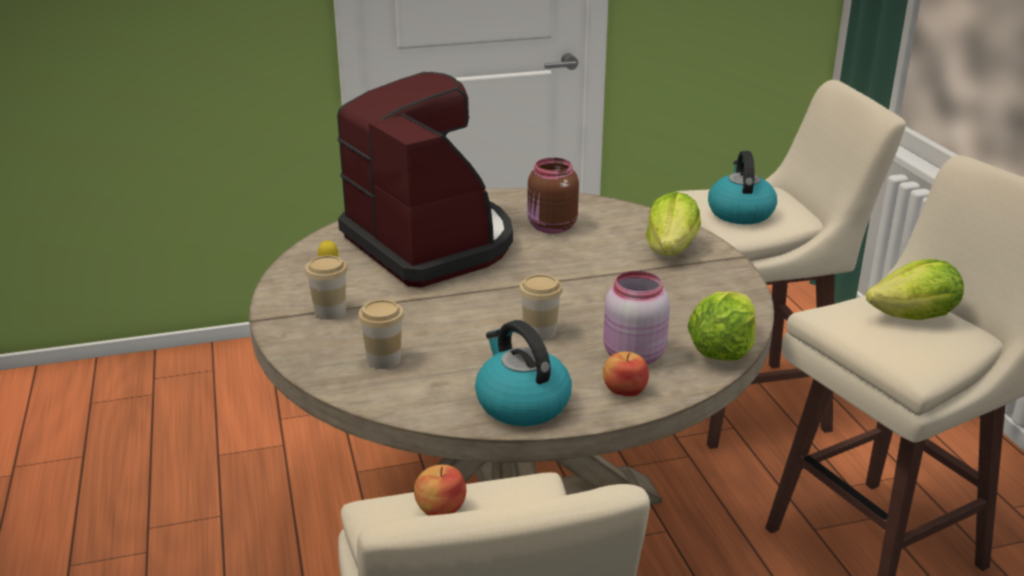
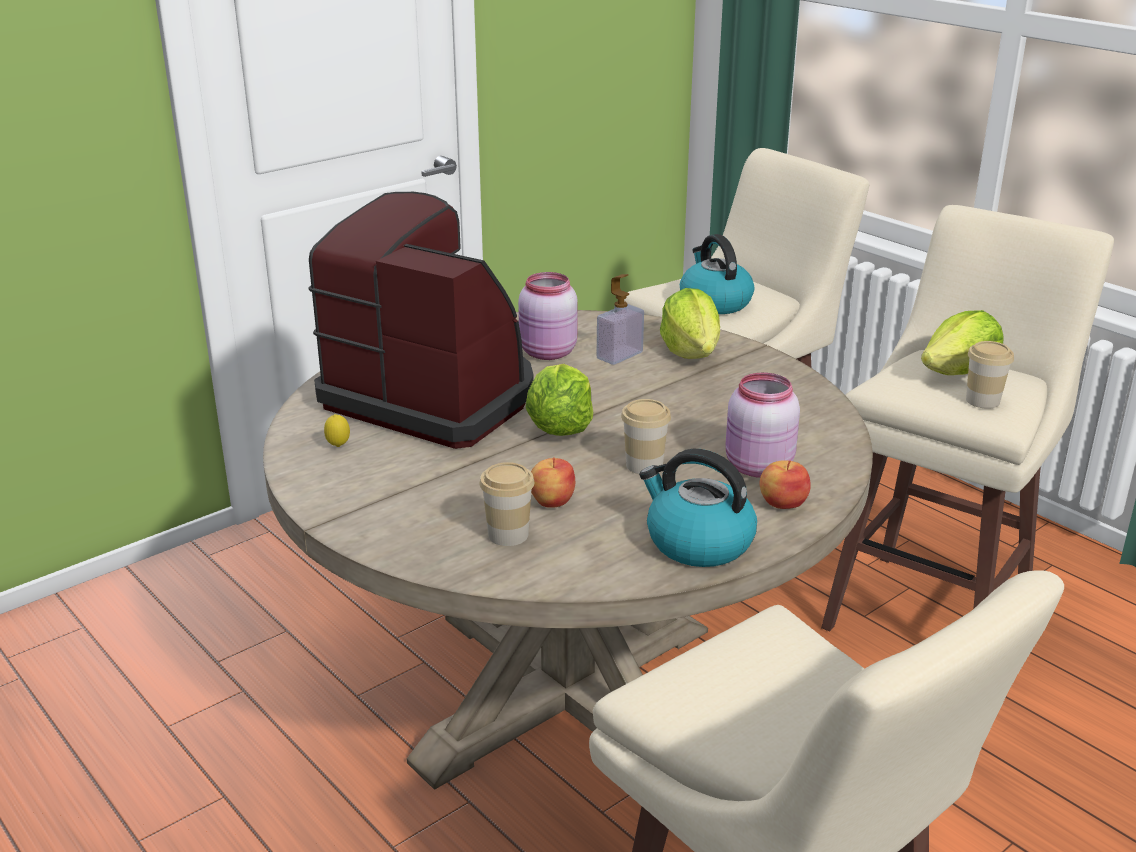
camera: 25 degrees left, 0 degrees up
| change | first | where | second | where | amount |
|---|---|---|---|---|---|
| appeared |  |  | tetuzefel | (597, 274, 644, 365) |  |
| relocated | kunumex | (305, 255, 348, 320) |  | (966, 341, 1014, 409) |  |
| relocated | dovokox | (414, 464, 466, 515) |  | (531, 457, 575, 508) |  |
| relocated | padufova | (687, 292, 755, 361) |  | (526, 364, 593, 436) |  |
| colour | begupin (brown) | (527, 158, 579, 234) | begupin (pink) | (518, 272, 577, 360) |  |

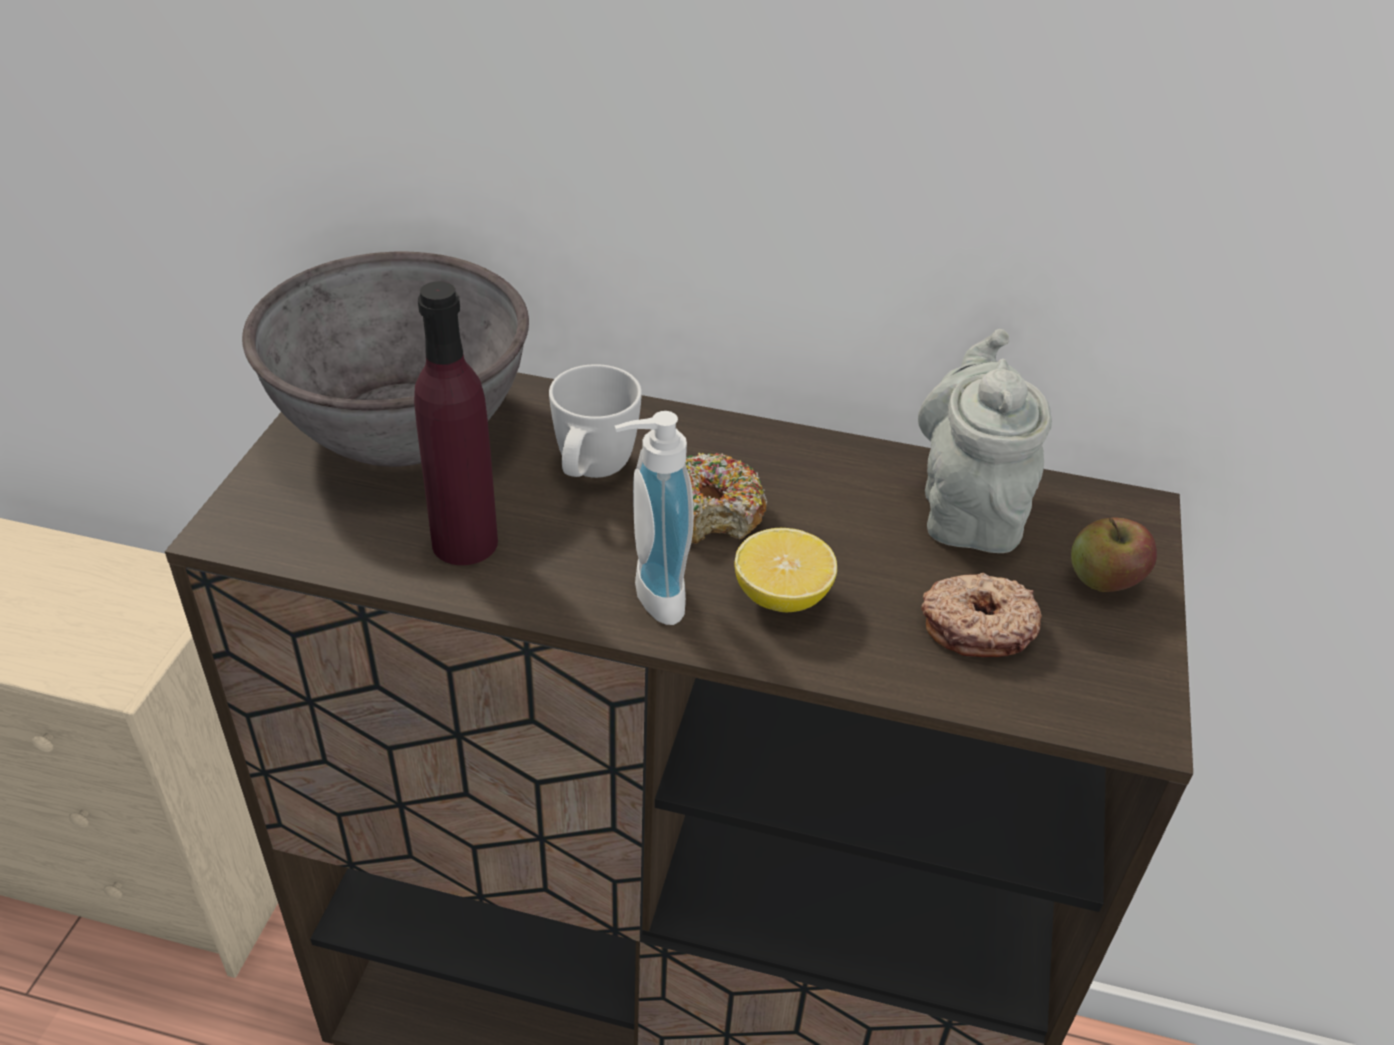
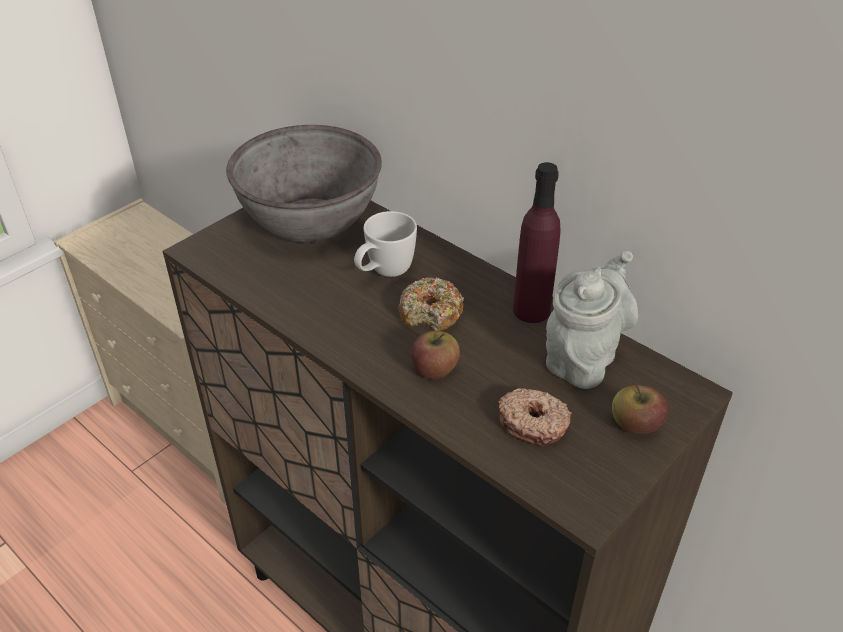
camera: 30 degrees right, 0 degrees up
| change | first | where | second | where | amount |
|---|---|---|---|---|---|
| missing | tetuzefel | (615, 411, 694, 625) |  |  |  |
| relocated | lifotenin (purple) | (414, 281, 498, 565) |  | (513, 162, 561, 323) |  |
| exchanged | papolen | (734, 528, 837, 612) | dovokox | (411, 331, 460, 379) |  |

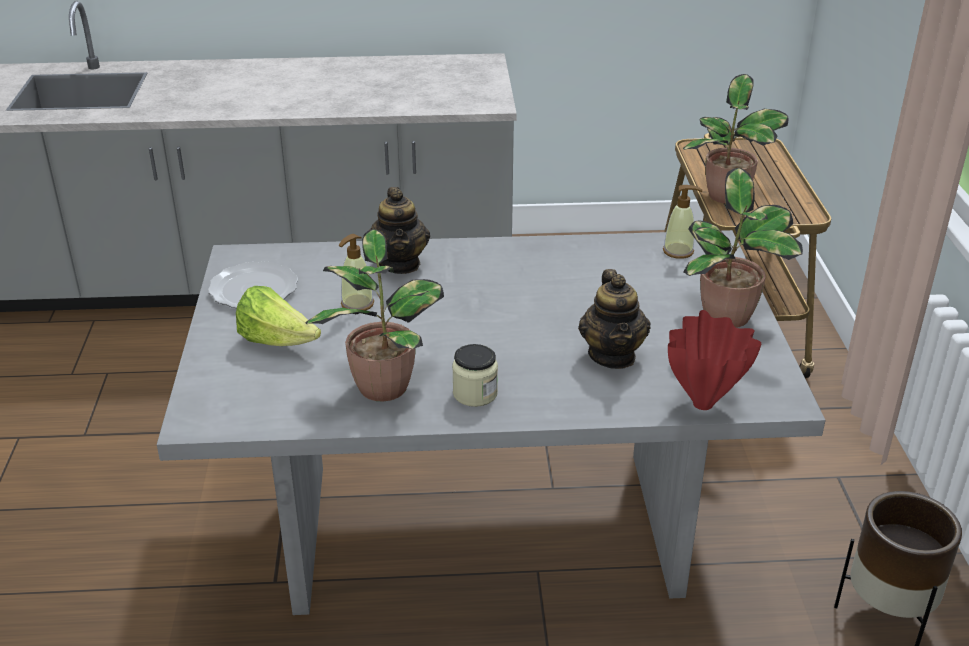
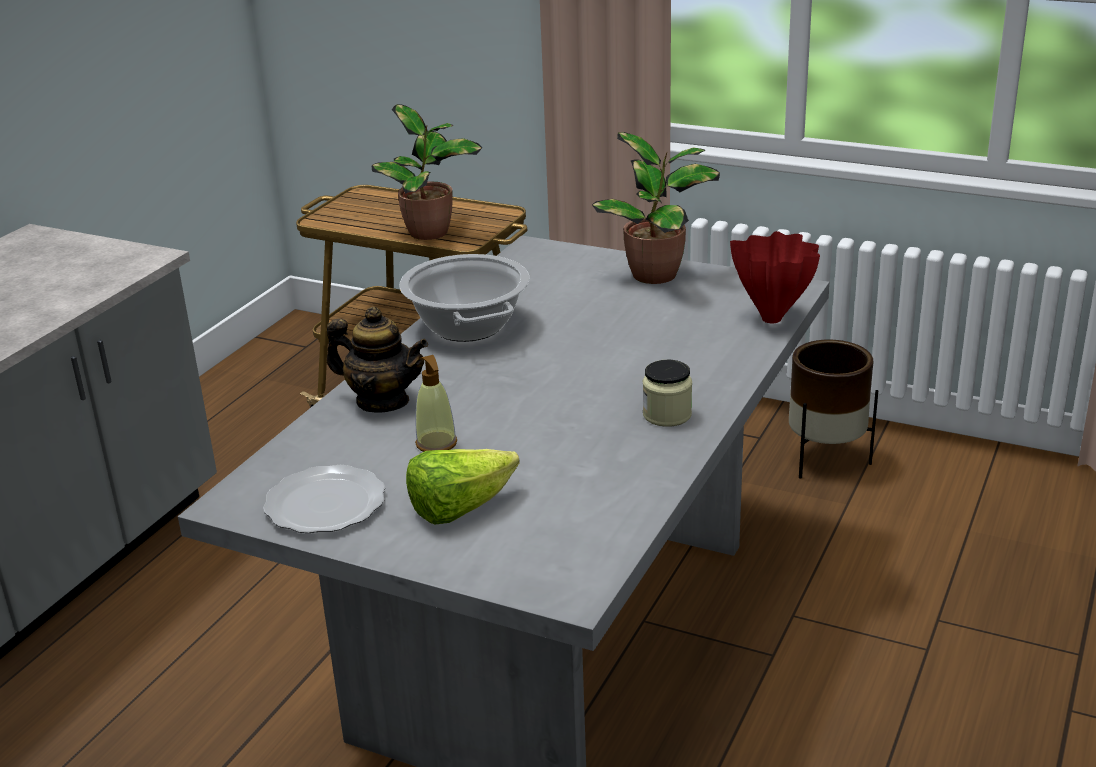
camera: 60 degrees left, 5 degrees down
| change | first | where | second | where | amount |
|---|---|---|---|---|---|
| missing | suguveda | (306, 229, 444, 402) |  |  |  |
| missing | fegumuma | (578, 269, 651, 369) |  |  |  |
| missing | tetuzefel | (663, 185, 702, 259) |  |  |  |
| appeared |  |  | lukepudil | (399, 254, 530, 342) |  |

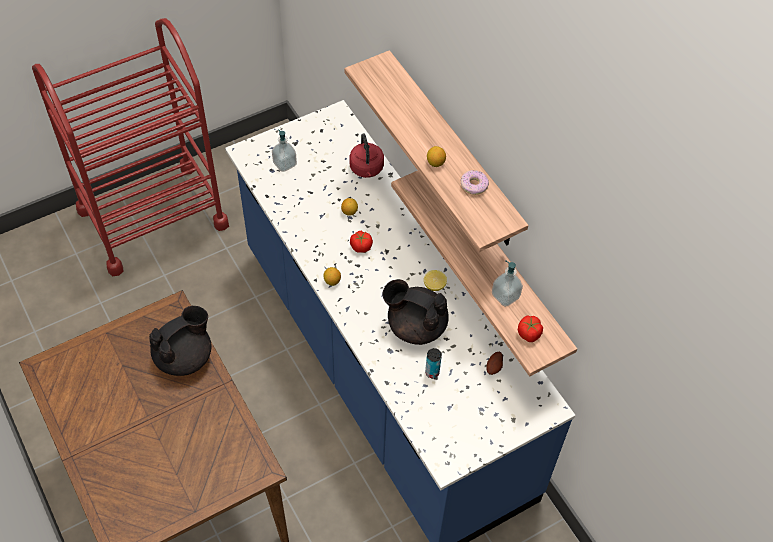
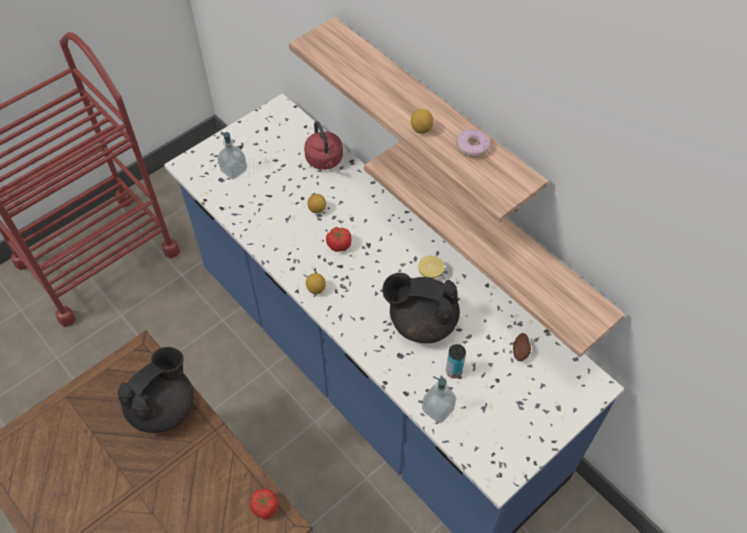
camera: 10 degrees left, 0 degrees up
| change | first | where | second | where | amount |
|---|---|---|---|---|---|
| relocated | tetuzefel | (492, 260, 523, 307) |  | (422, 376, 456, 423) |  |
| relocated | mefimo | (518, 316, 543, 342) |  | (250, 488, 279, 520) |  |

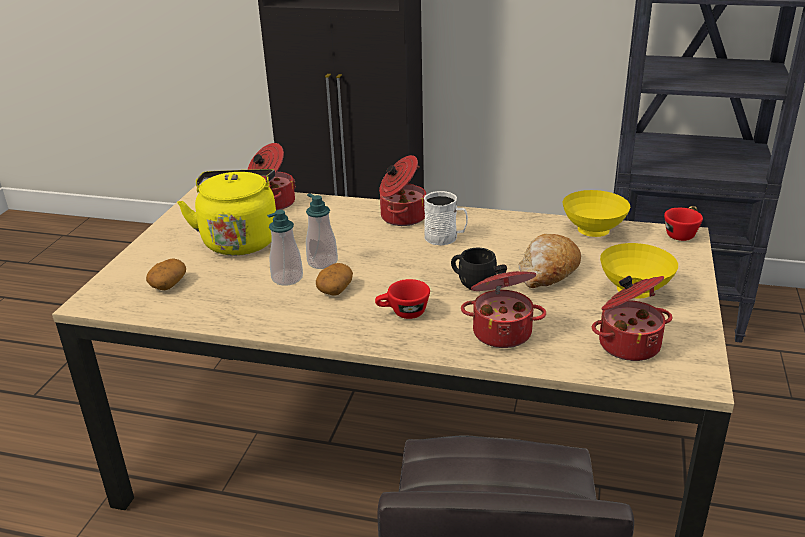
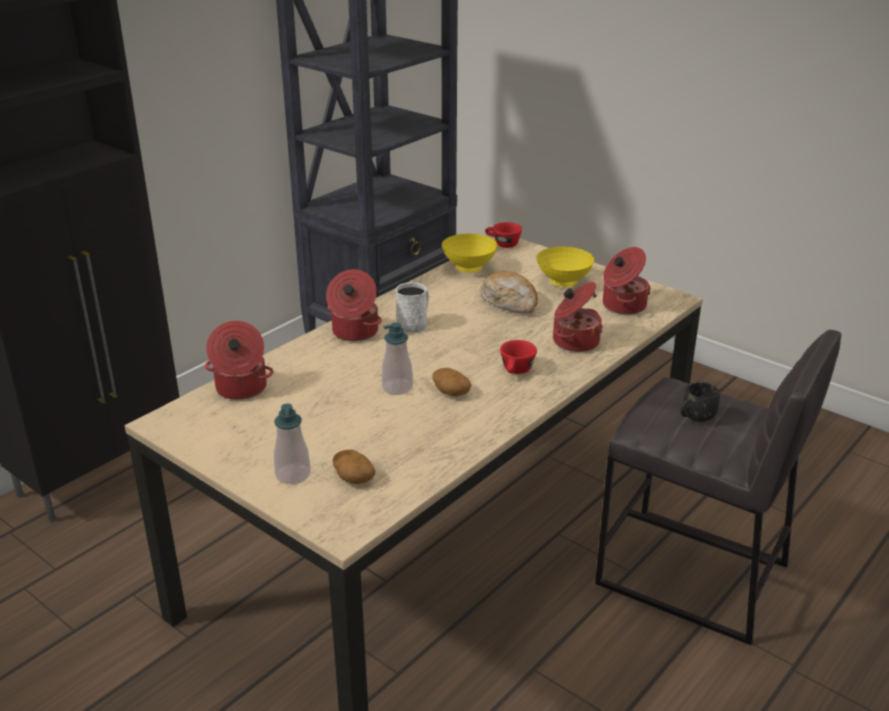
camera: 65 degrees left, 0 degrees up
| change | first | where | second | where | amount |
|---|---|---|---|---|---|
| missing | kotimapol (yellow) | (177, 169, 276, 256) |  |  |  |
| relocated | tetuzefel | (267, 210, 303, 286) |  | (274, 404, 311, 484) |  |
| relocated | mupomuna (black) | (451, 248, 497, 290) |  | (680, 382, 720, 422) |  |

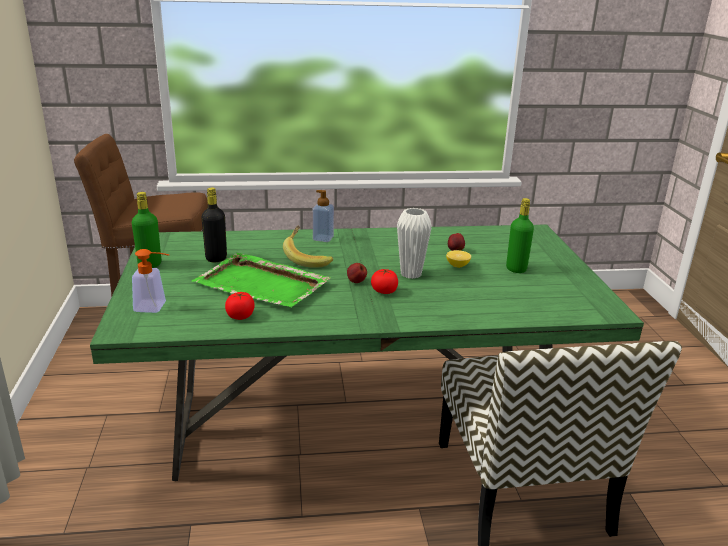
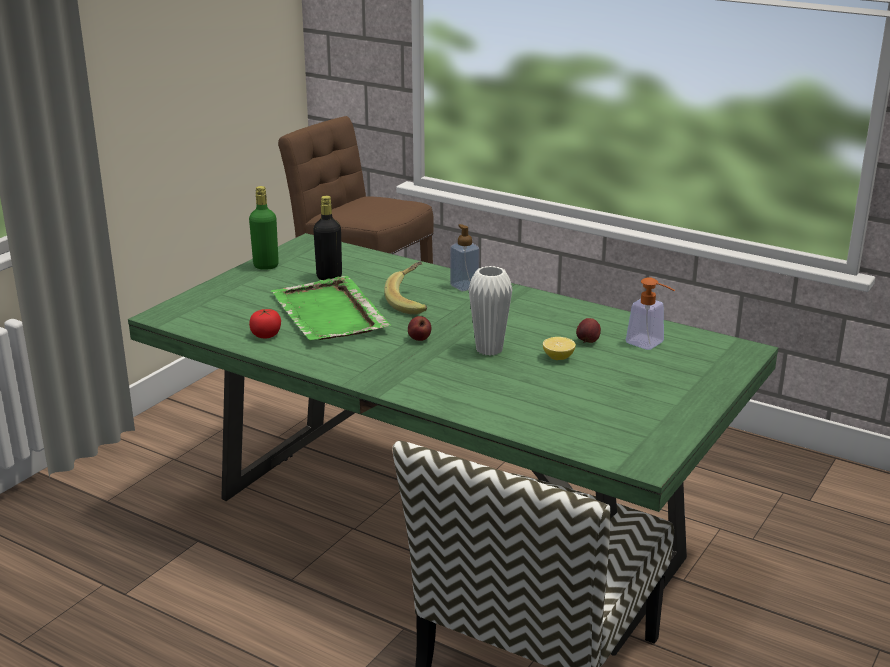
camera: 40 degrees right, 0 degrees up
| change | first | where | second | where | amount |
|---|---|---|---|---|---|
| missing | mefimo | (371, 269, 398, 294) |  |  |  |
| missing | lifotenin (green) | (506, 198, 534, 273) |  |  |  |
| relocated | tetuzefel | (132, 249, 169, 313) |  | (626, 277, 675, 350) |  |

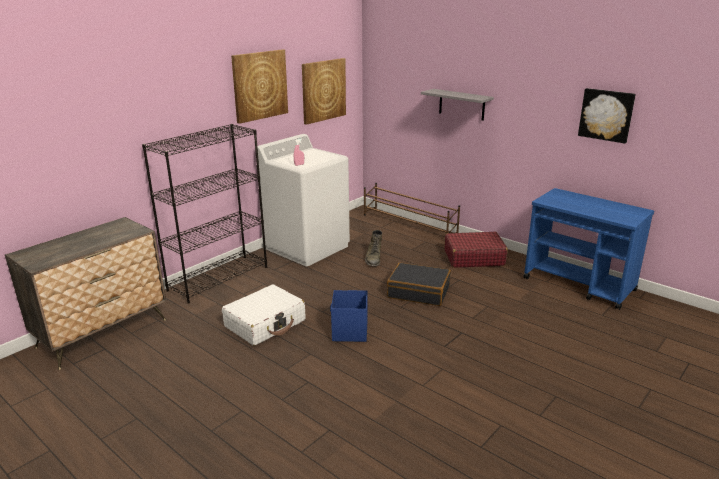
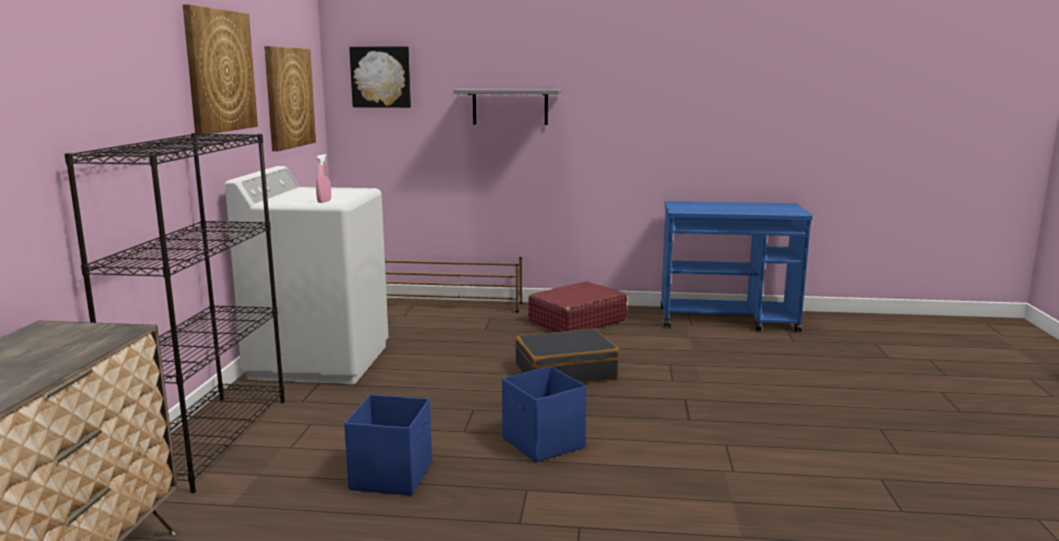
camera: 35 degrees left, 10 degrees down
| change | first | where | second | where | amount |
|---|---|---|---|---|---|
| missing | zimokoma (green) | (365, 230, 382, 267) |  |  |  |
| relocated | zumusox | (578, 88, 636, 144) |  | (349, 47, 411, 108) |  |
| exchanged | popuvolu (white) | (222, 284, 305, 346) | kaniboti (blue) | (344, 395, 432, 496) |  |

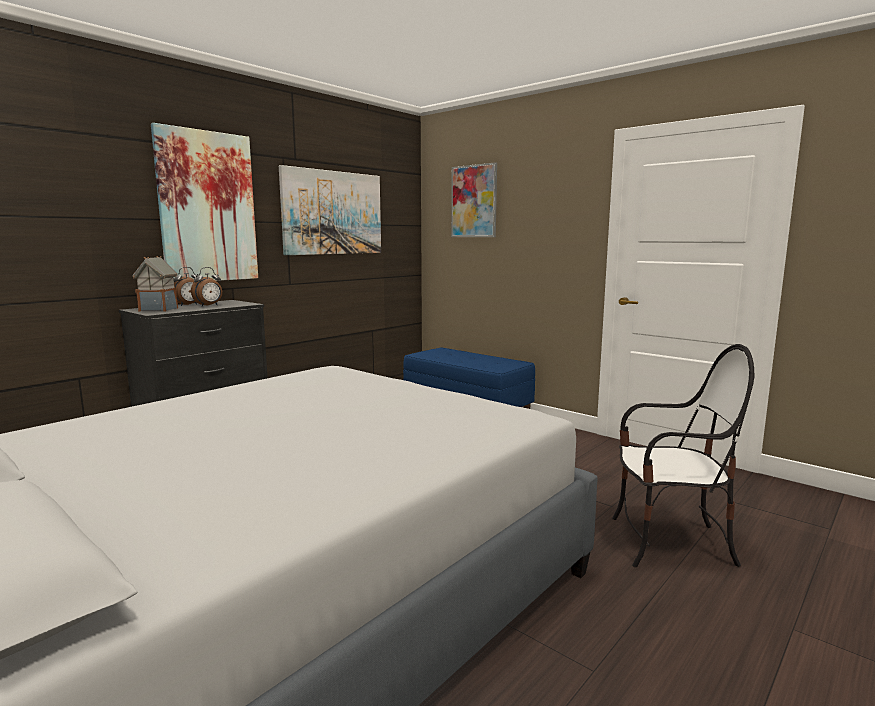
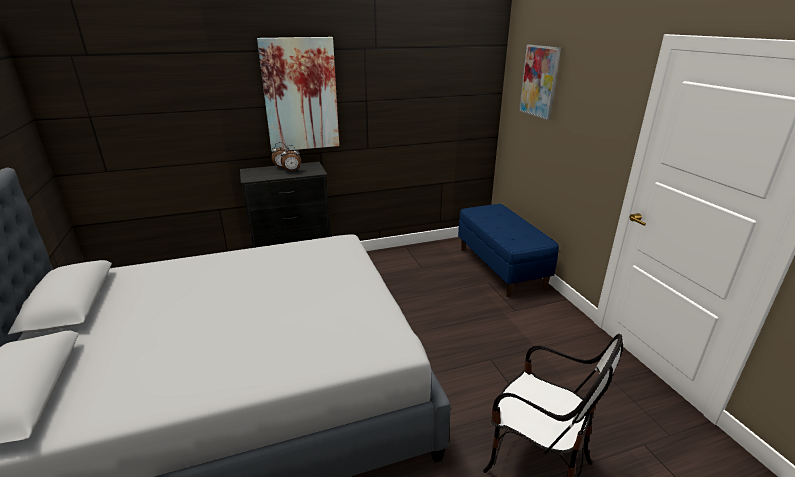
camera: 30 degrees right, 15 degrees up
| change | first | where | second | where | amount |
|---|---|---|---|---|---|
| missing | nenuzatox | (132, 256, 178, 312) |  |  |  |
| missing | zumusox | (279, 165, 381, 255) |  |  |  |

